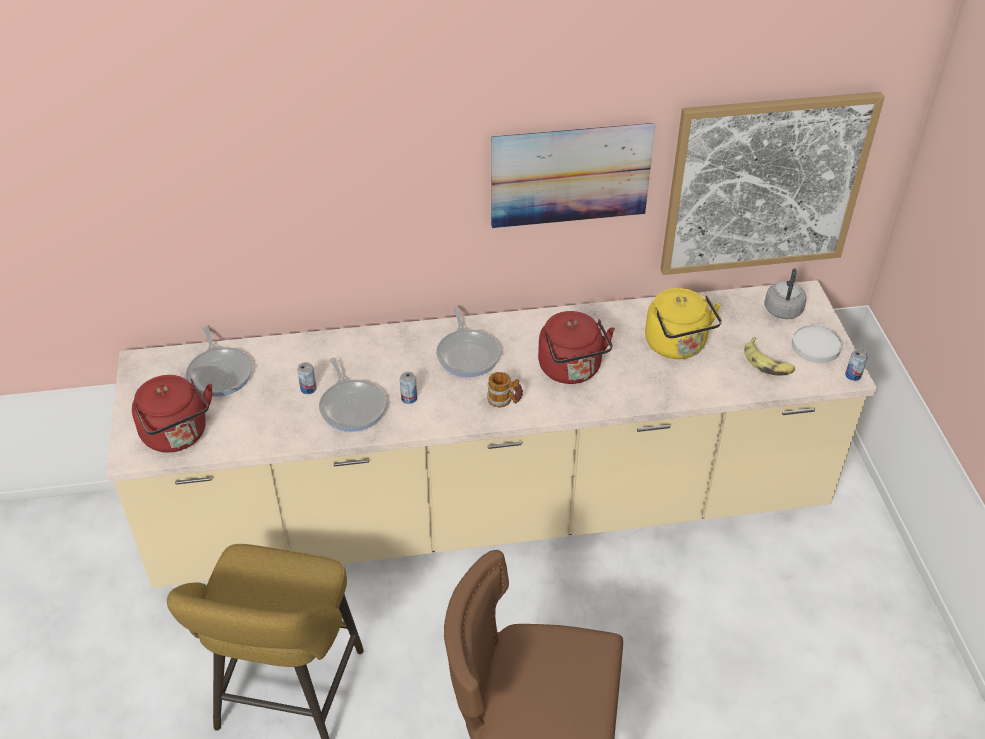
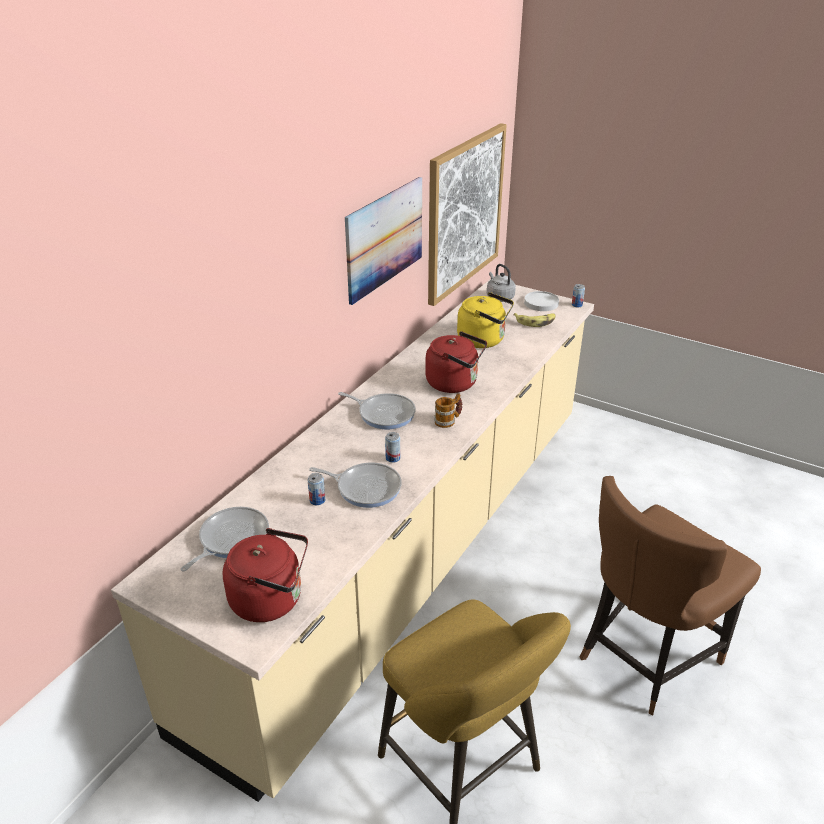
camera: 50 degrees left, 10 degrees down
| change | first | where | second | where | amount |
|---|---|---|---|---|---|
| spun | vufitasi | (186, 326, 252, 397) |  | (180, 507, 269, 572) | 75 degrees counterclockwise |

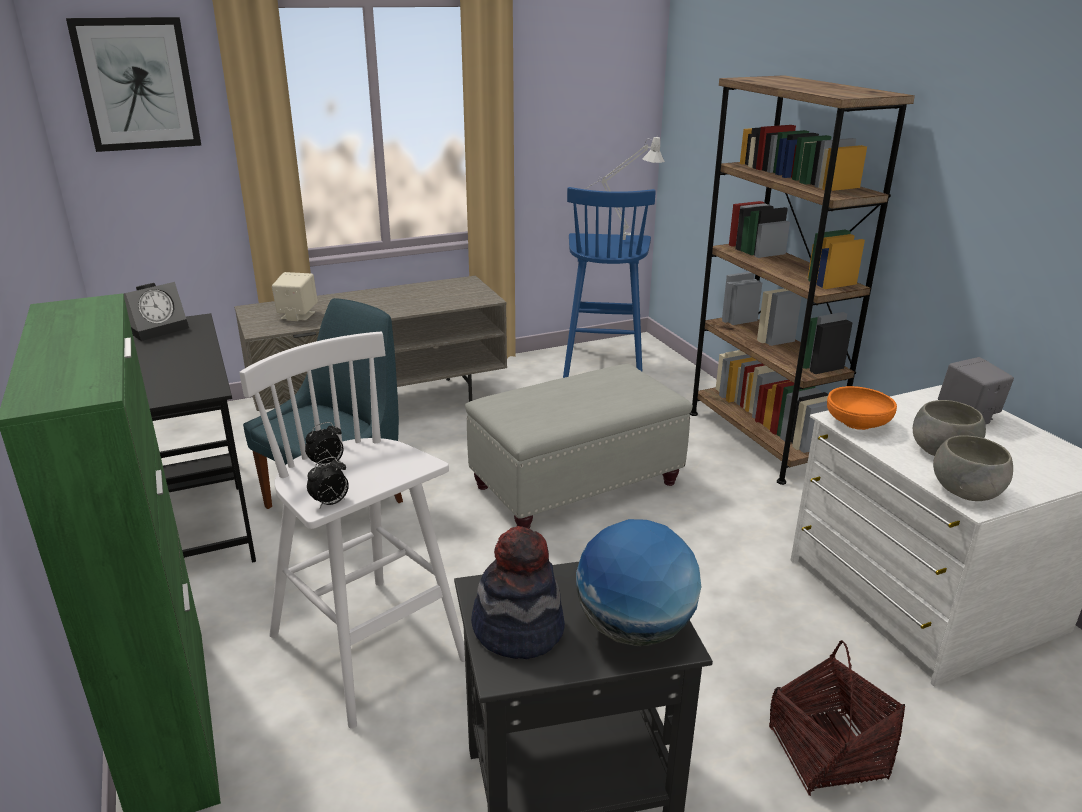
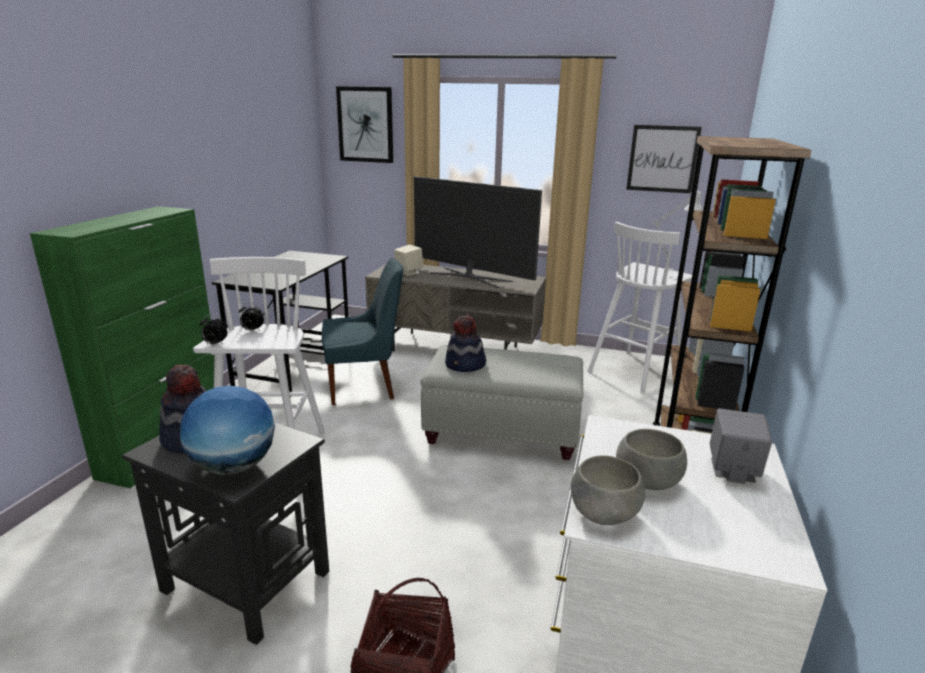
camera: 40 degrees right, 5 degrees down
| change | first | where | second | where | amount |
|---|---|---|---|---|---|
| missing | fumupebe | (124, 282, 189, 341) |  |  |  |
| missing | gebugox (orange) | (827, 386, 897, 430) |  |  |  |
| appeared |  |  | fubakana | (414, 176, 542, 288) |  |
| appeared |  |  | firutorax | (445, 315, 486, 372) |  |
| appeared |  |  | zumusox | (626, 125, 702, 193) |  |
| colour | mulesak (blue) | (563, 187, 656, 378) | mulesak (white) | (587, 222, 692, 393) |  |

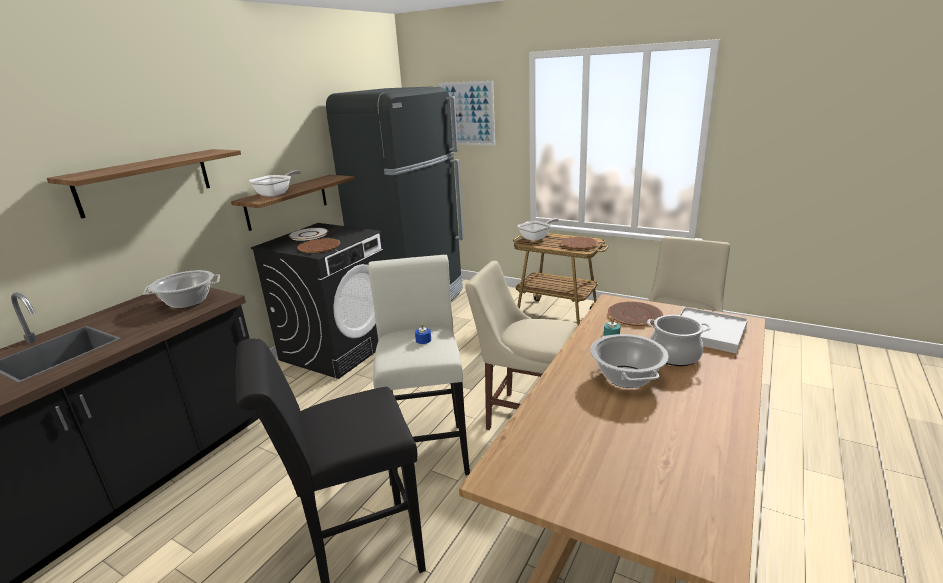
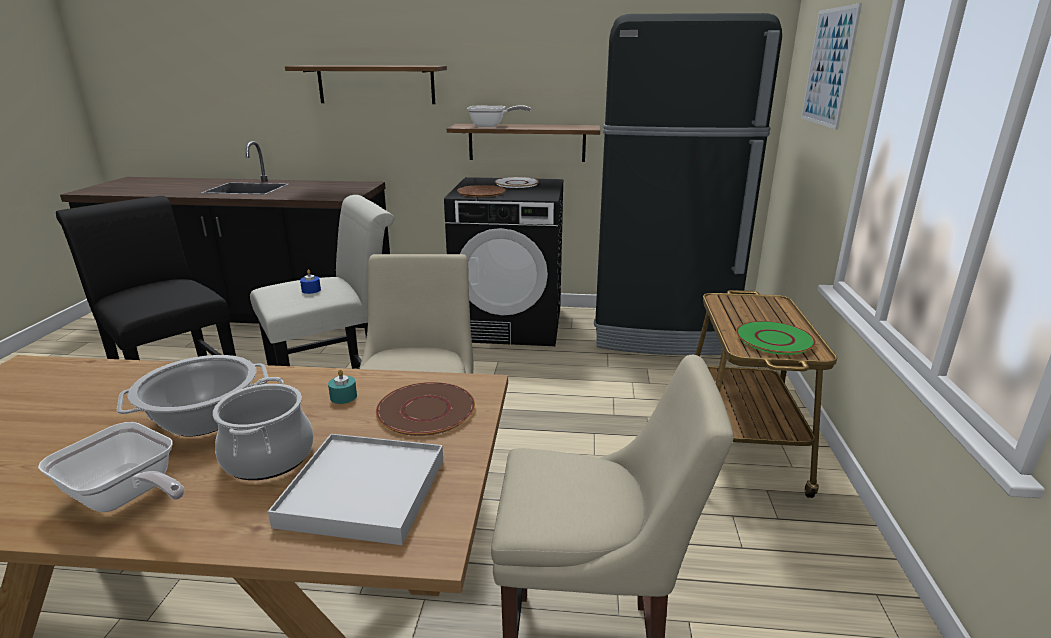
camera: 65 degrees right, 0 degrees up
| change | first | where | second | where | amount |
|---|---|---|---|---|---|
| missing | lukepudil | (143, 270, 220, 308) |  |  |  |
| relocated | vufitasi | (518, 218, 559, 241) |  | (38, 422, 185, 512) |  |
| colour | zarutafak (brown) | (561, 237, 598, 249) | zarutafak (green) | (736, 321, 816, 355) |  |

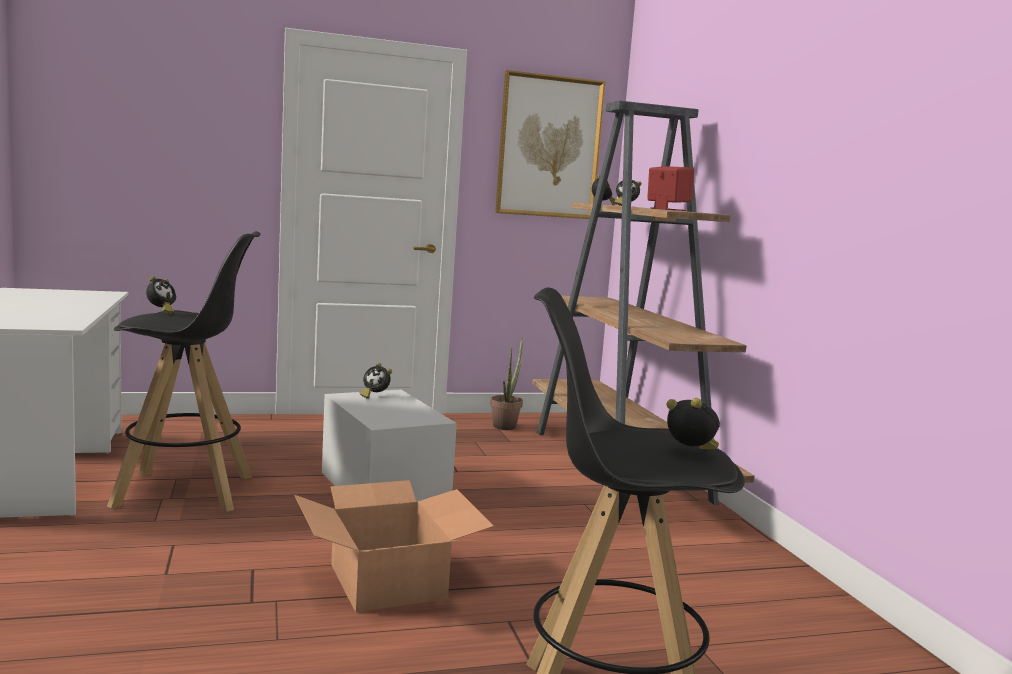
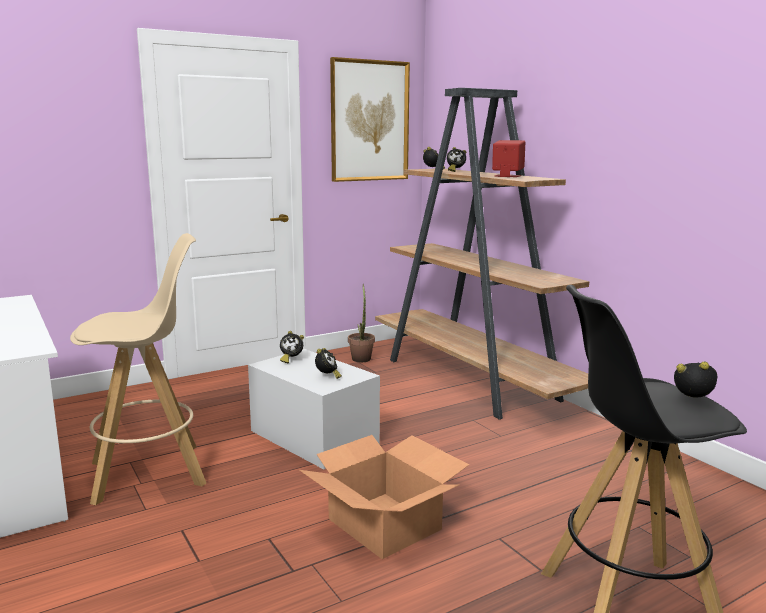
camera: 15 degrees left, 5 degrees up
| change | first | where | second | where | amount |
|---|---|---|---|---|---|
| relocated | fumupebe | (146, 276, 176, 314) |  | (315, 348, 342, 379) |  |
| colour | mulesak (black) | (107, 231, 261, 512) | mulesak (beige) | (70, 233, 206, 505) |  |

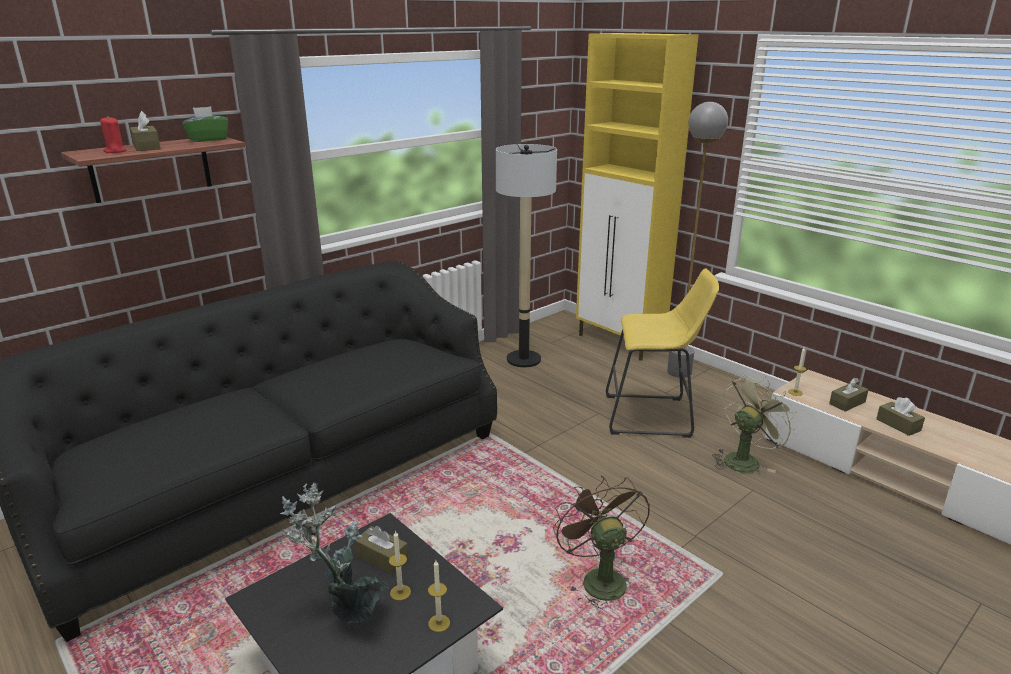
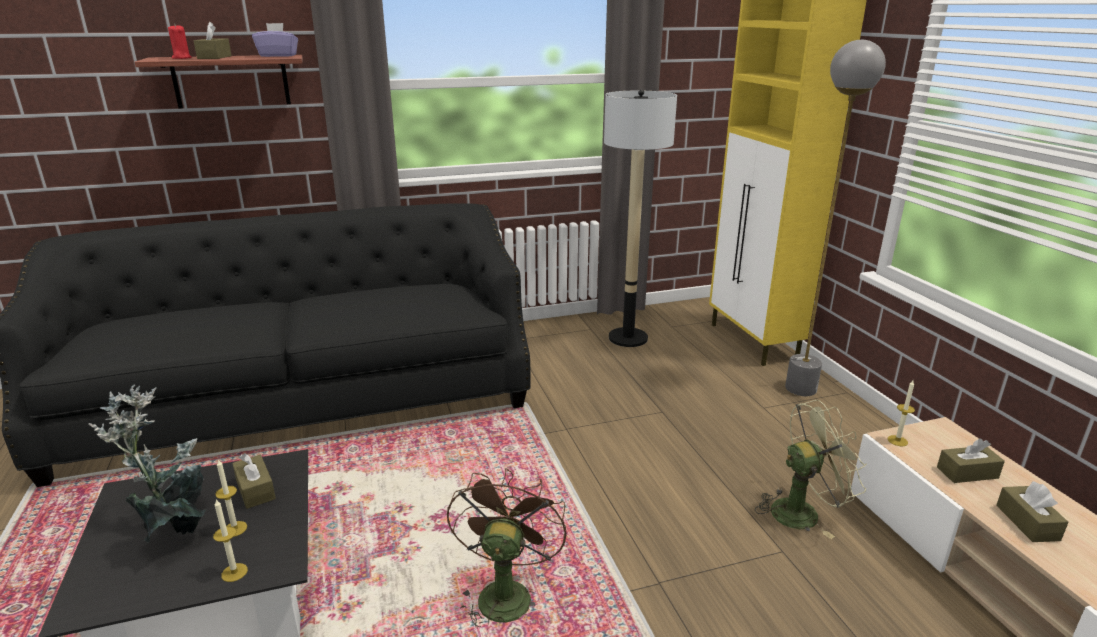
camera: 25 degrees right, 0 degrees up
| change | first | where | second | where | amount |
|---|---|---|---|---|---|
| missing | mulesak (yellow) | (606, 269, 719, 438) |  |  |  |
| colour | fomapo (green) | (182, 106, 228, 142) | fomapo (purple) | (252, 23, 298, 57) |  |

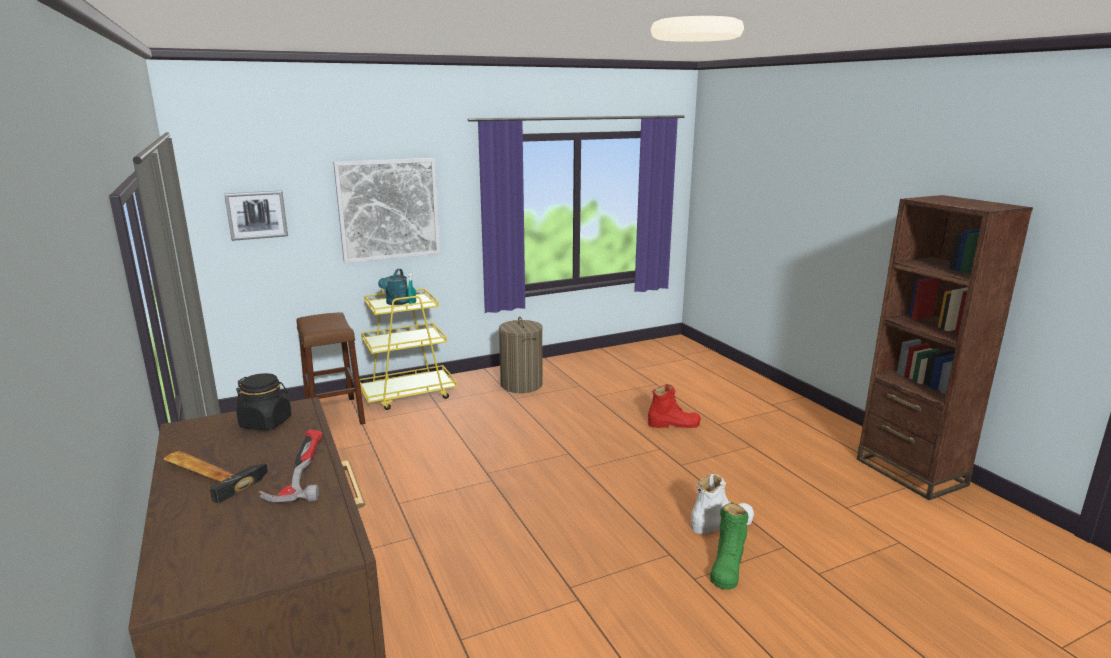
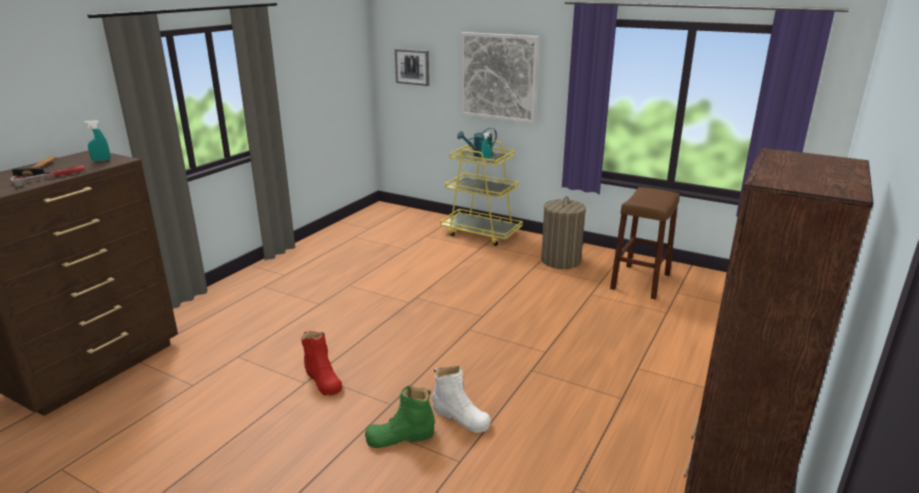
camera: 55 degrees right, 5 degrees up
| change | first | where | second | where | amount |
|---|---|---|---|---|---|
| relocated | mulesak (brown) | (297, 312, 365, 424) |  | (610, 187, 680, 299) |  |
| relocated | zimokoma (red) | (648, 384, 701, 428) |  | (301, 331, 342, 396) |  |
| exchanged | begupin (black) | (236, 373, 291, 430) | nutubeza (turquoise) | (84, 120, 110, 161) |  |

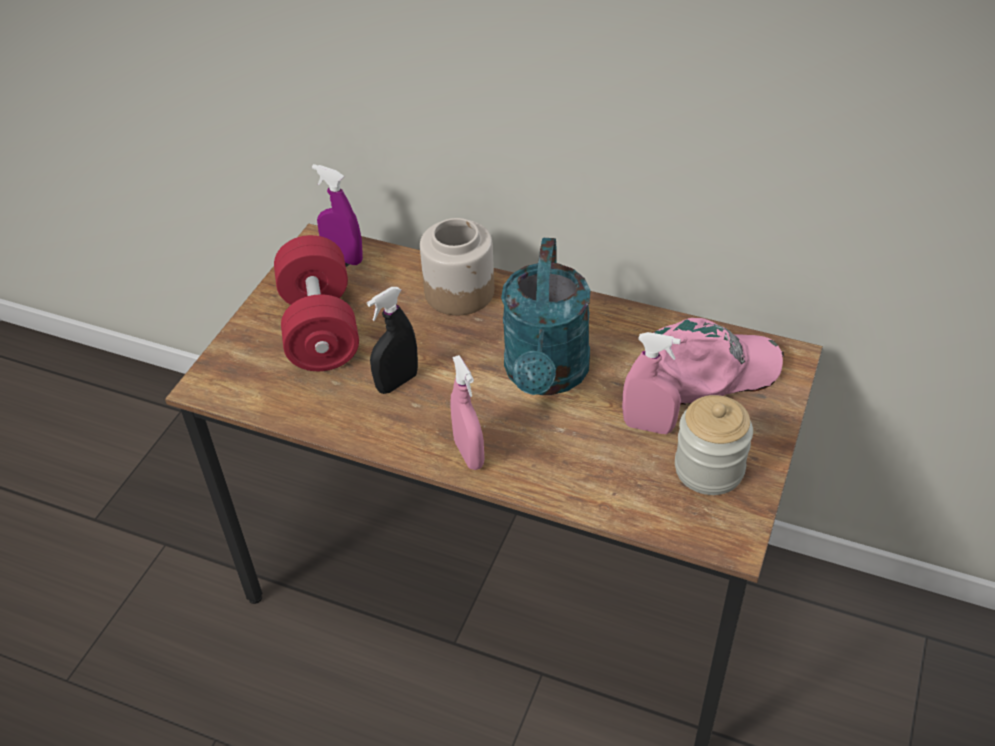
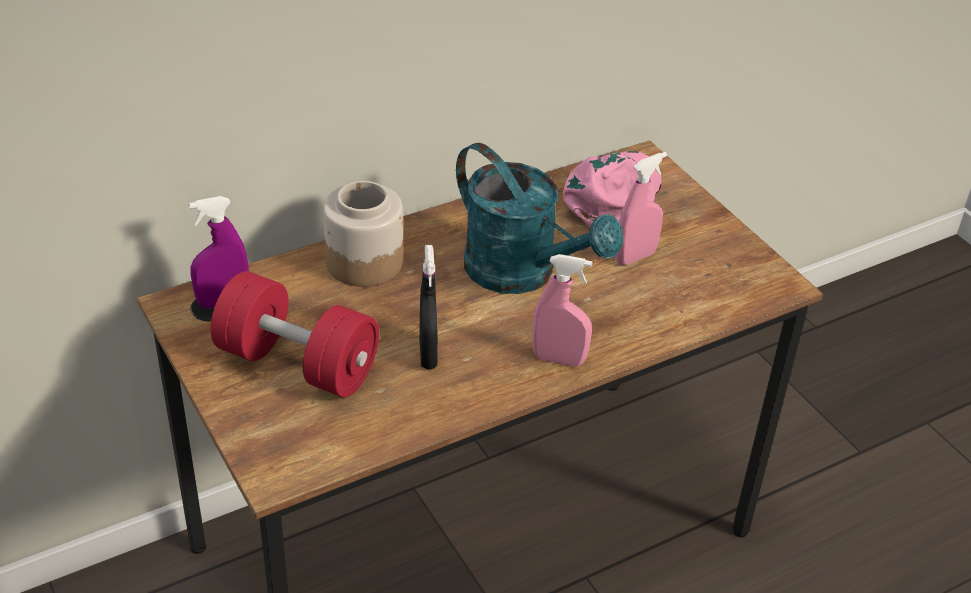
camera: 55 degrees left, 5 degrees down
| change | first | where | second | where | amount |
|---|---|---|---|---|---|
| missing | begupin | (675, 395, 753, 495) |  |  |  |

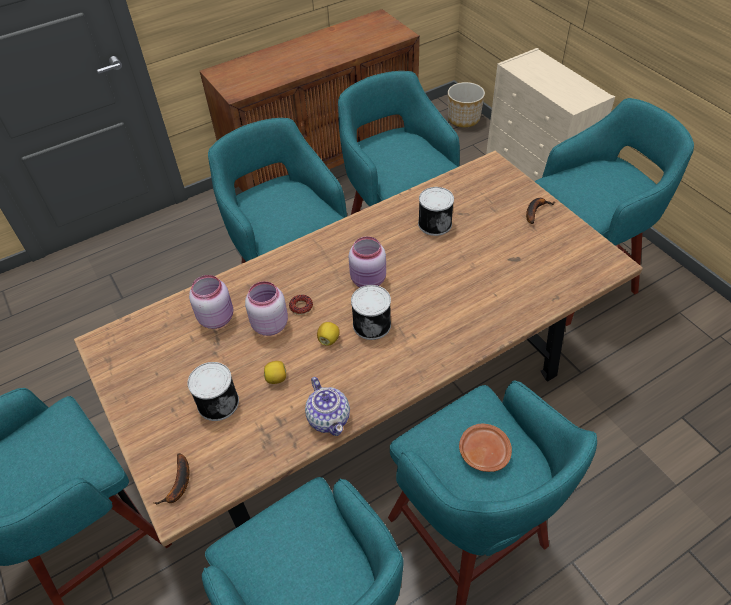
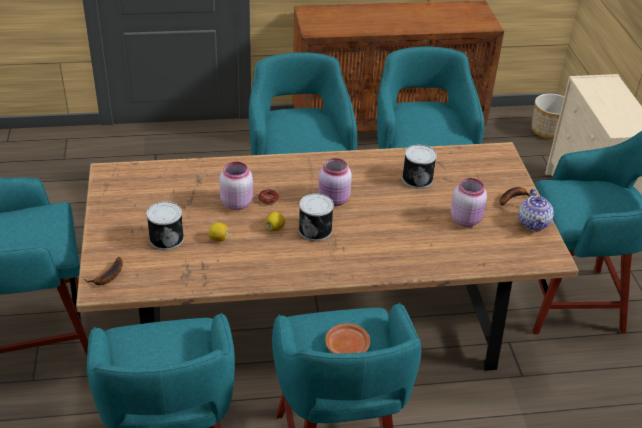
camera: 20 degrees right, 10 degrees down
| change | first | where | second | where | amount |
|---|---|---|---|---|---|
| relocated | begupin (pink) | (189, 275, 233, 329) |  | (451, 178, 487, 227) |  |
| relocated | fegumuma | (305, 377, 350, 436) |  | (518, 189, 553, 232) |  |

